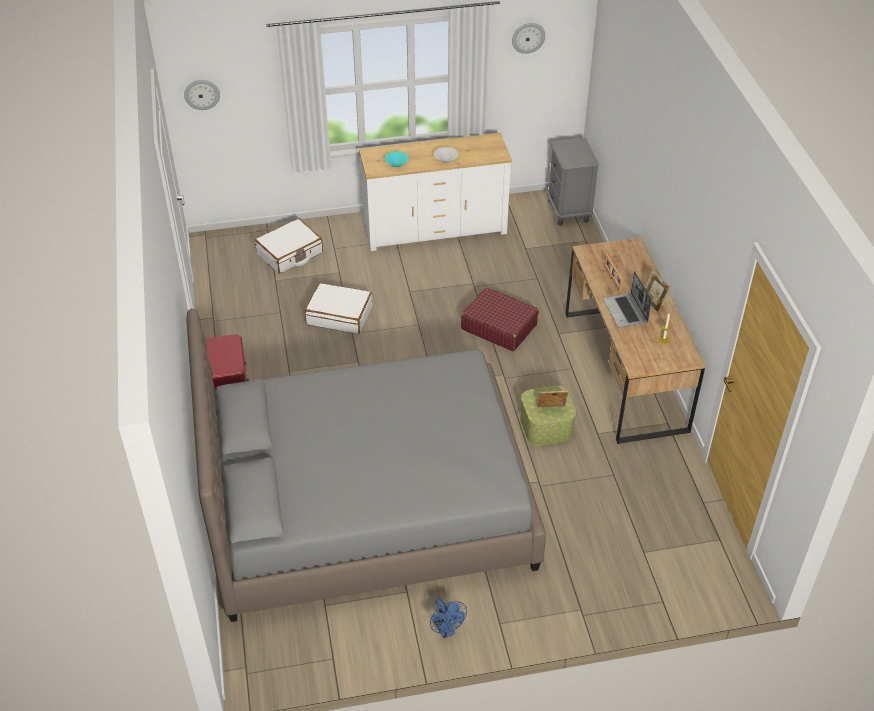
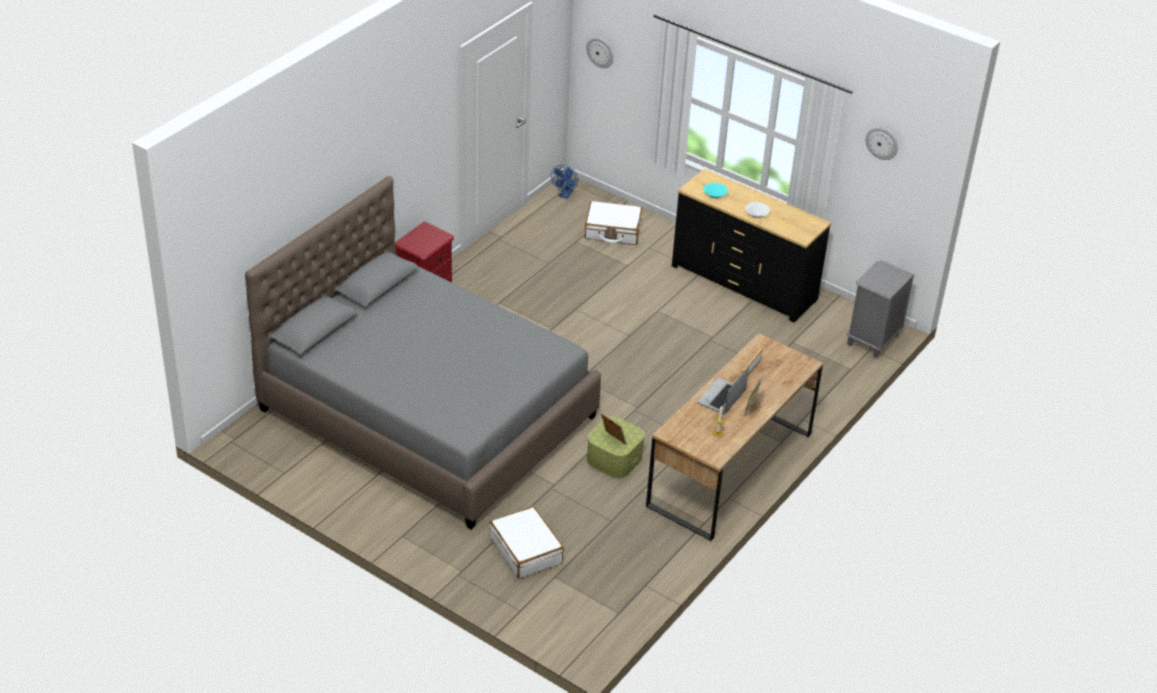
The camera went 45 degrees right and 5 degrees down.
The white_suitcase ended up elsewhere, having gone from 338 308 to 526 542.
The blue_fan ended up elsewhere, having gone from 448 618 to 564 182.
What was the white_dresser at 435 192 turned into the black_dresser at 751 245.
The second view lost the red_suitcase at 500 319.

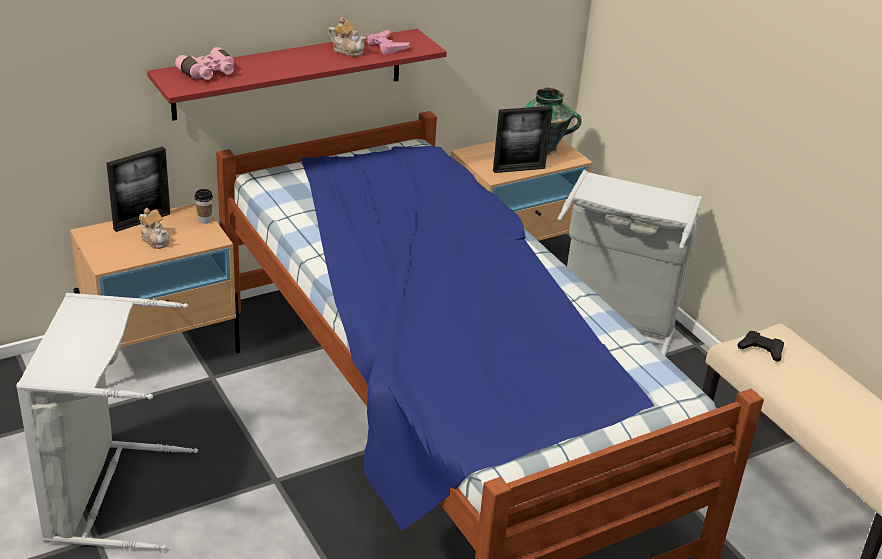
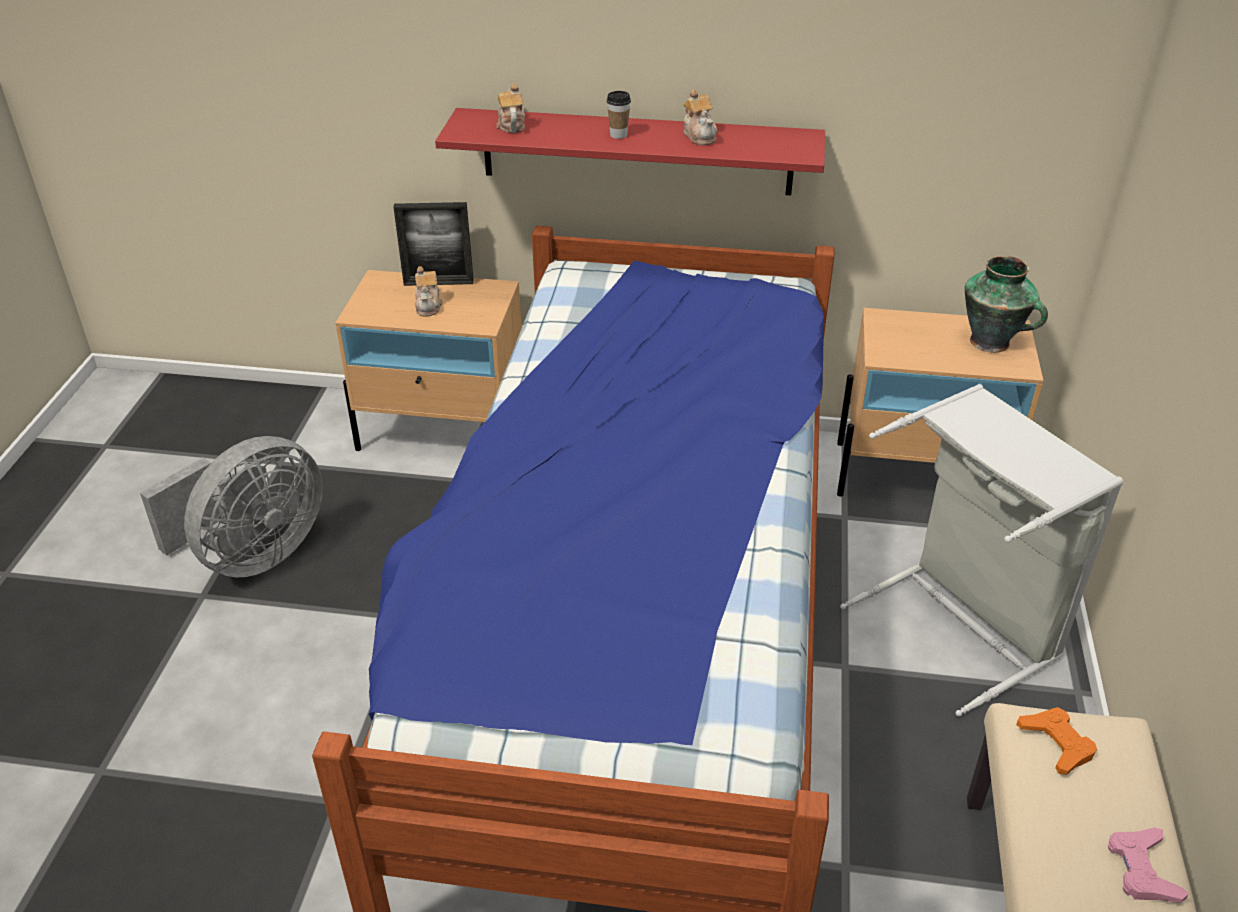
The camera went 40 degrees right and 5 degrees up.
Where the grey_laundry_basket stood at 107 421, the grey_fan came to stand at 231 506.
Where the pink_binoculars stood at 204 63, the teapot came to stand at 510 108.
The cup ended up elsewhere, having gone from 203 206 to 619 115.
What was the black_game_controller at 760 346 turned into the orange_game_controller at 1056 741.
The pink_game_controller ended up elsewhere, having gone from 388 42 to 1148 865.
The second view lost the picture_frame at 523 139.

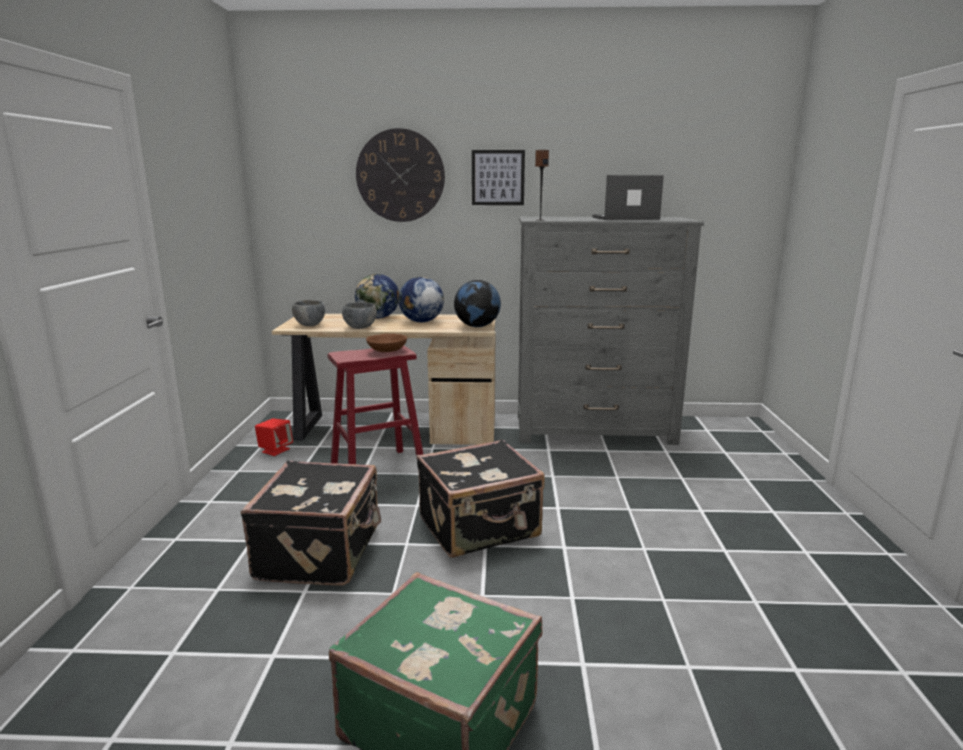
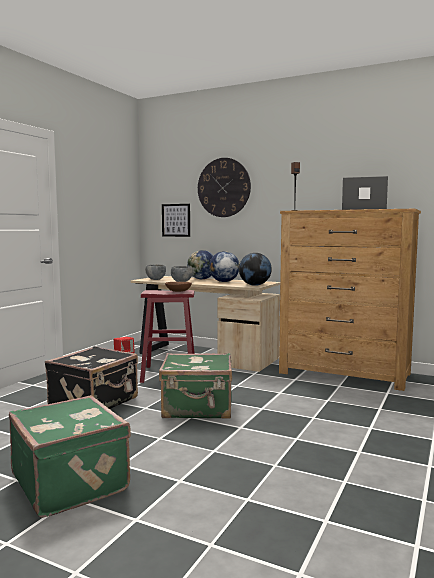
The camera went 25 degrees right and 10 degrees down.
What was the black_suitcase at 481 498 turned into the green_suitcase at 195 386.
The picture ended up elsewhere, having gone from 498 177 to 176 220.
What was the grey_dresser at 611 331 turned into the brown_dresser at 350 300.

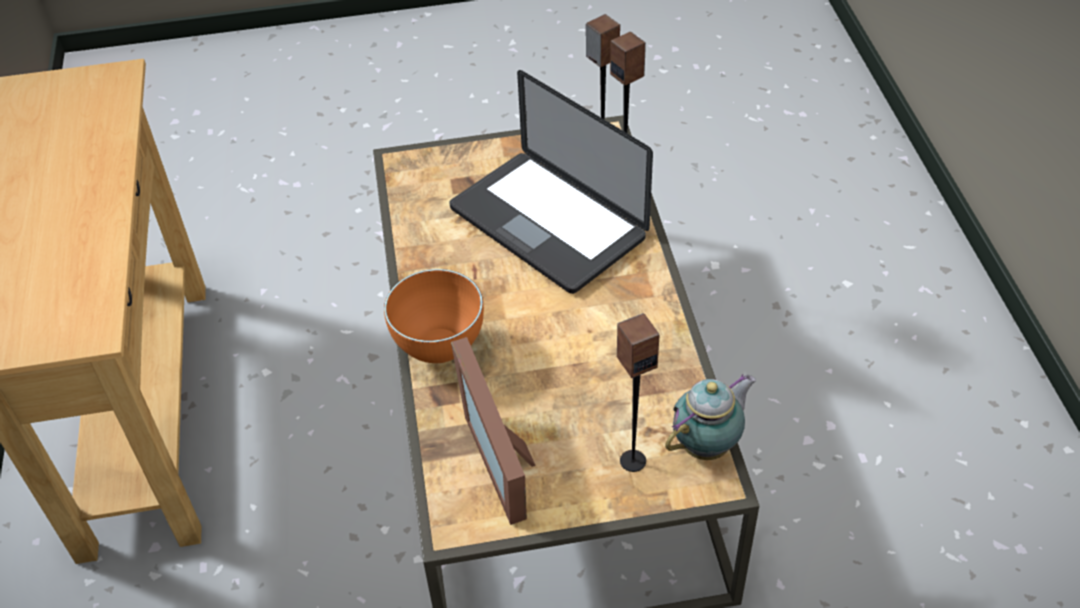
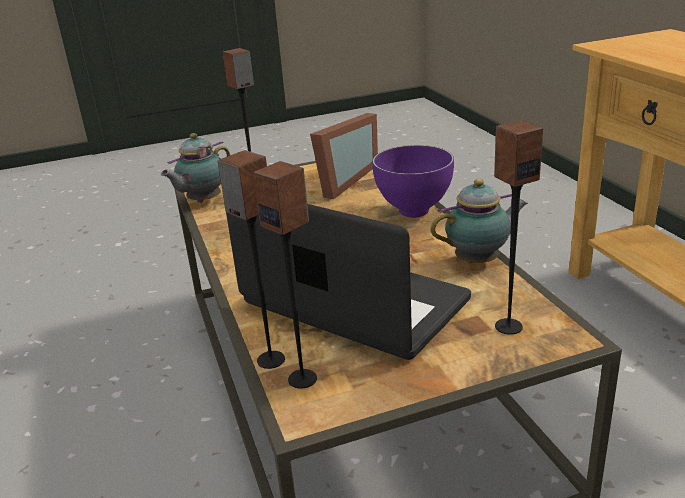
The camera went 170 degrees right and 20 degrees down.
The picture_frame at 493 431 ended up facing another way, 60 degrees clockwise from before.
What was the orange_bowl at 434 316 turned into the purple_bowl at 413 181.
The second view gained the teapot at 479 221.
The second view gained the speaker at 518 227.

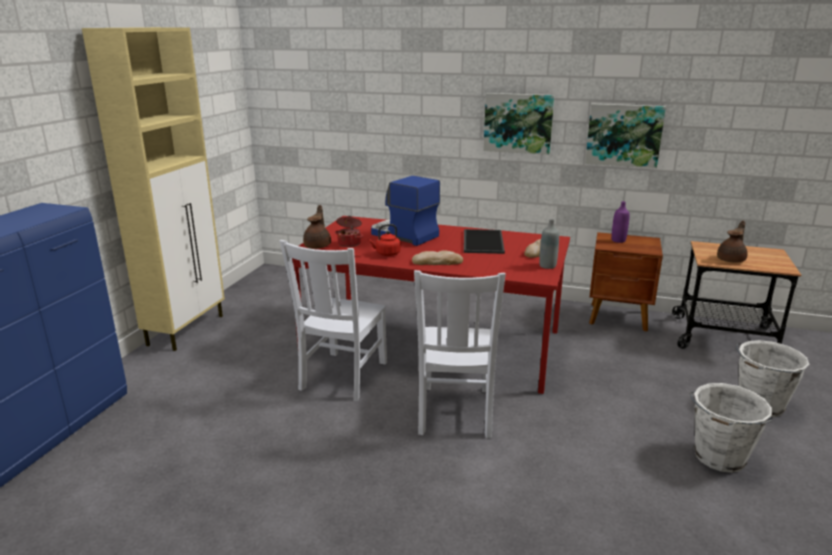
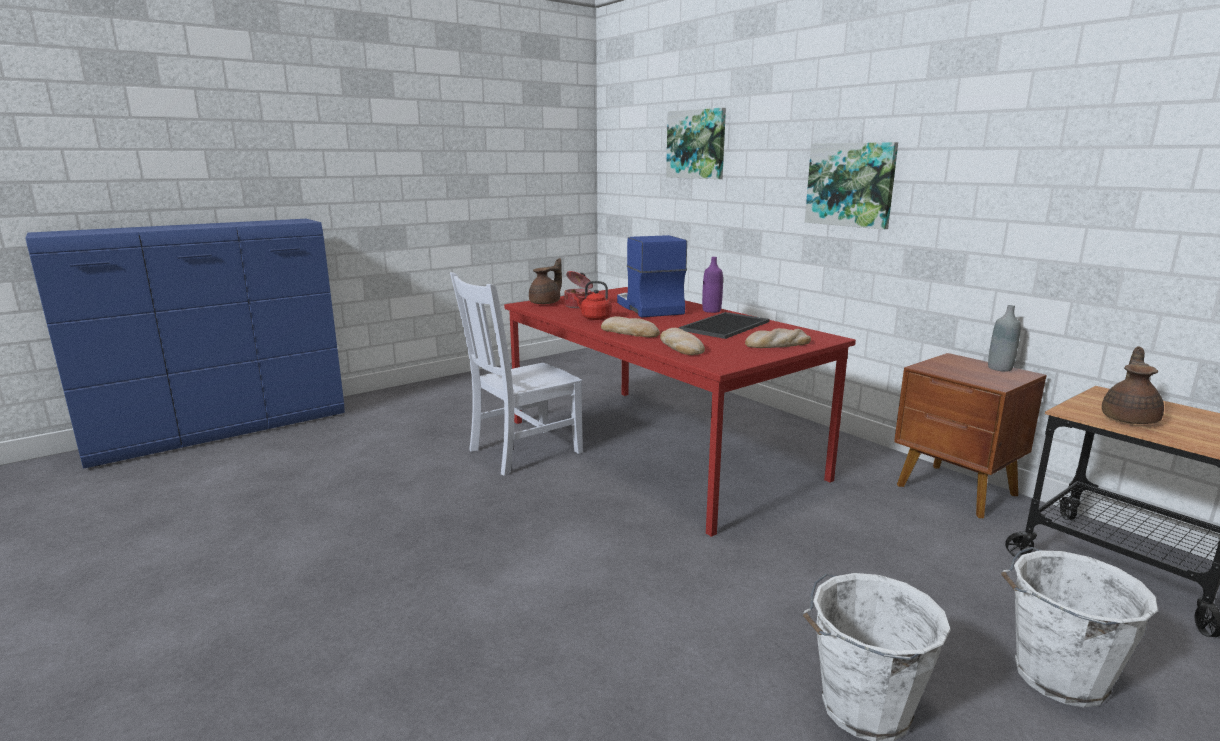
The camera went 35 degrees right and 5 degrees down.
The second view gained the bread at 682 341.
The picture ended up elsewhere, having gone from 625 136 to 696 143.
The purple_bottle ended up elsewhere, having gone from 620 222 to 712 285.
The grey_bottle ended up elsewhere, having gone from 549 244 to 1004 338.
The brown_teapot at 732 241 ended up facing another way, 45 degrees counterclockwise from before.
The second view lost the beige_cabinet at 153 189.
The second view lost the white_chair at 460 354.

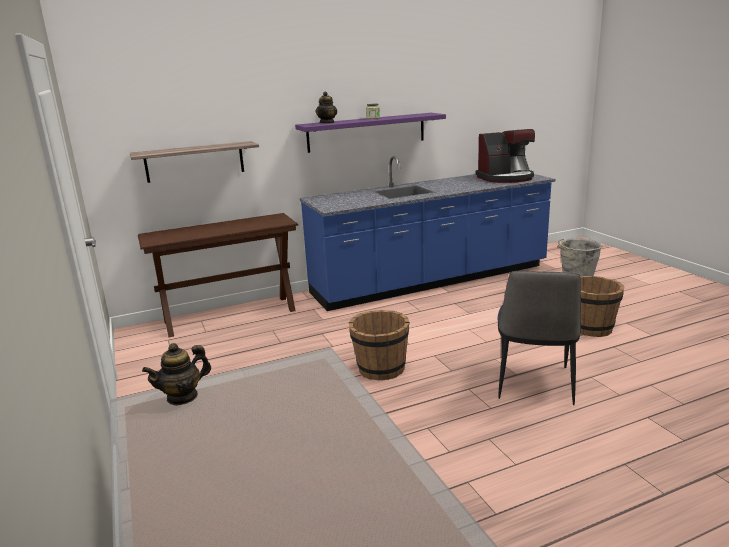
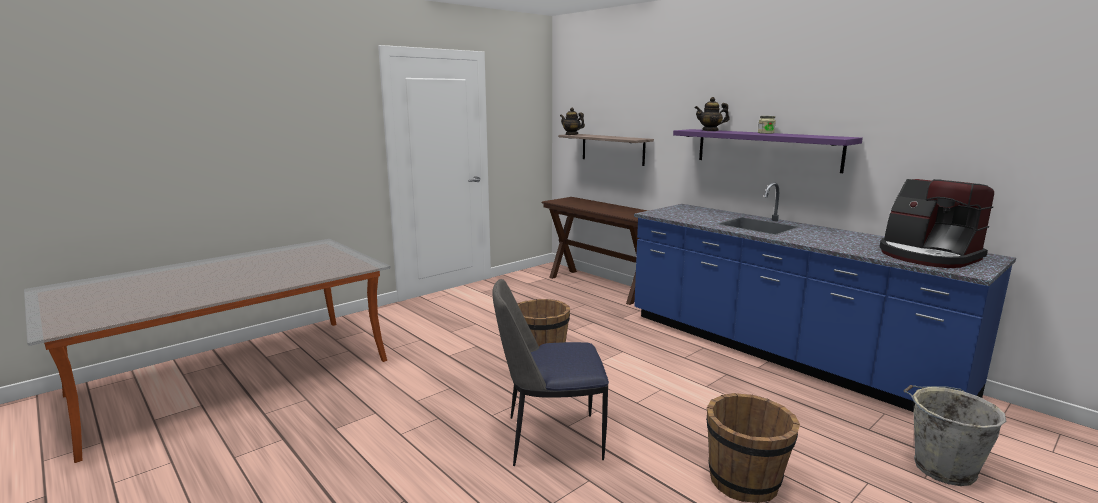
The camera went 70 degrees right and 5 degrees down.
The teapot ended up elsewhere, having gone from 176 374 to 572 121.

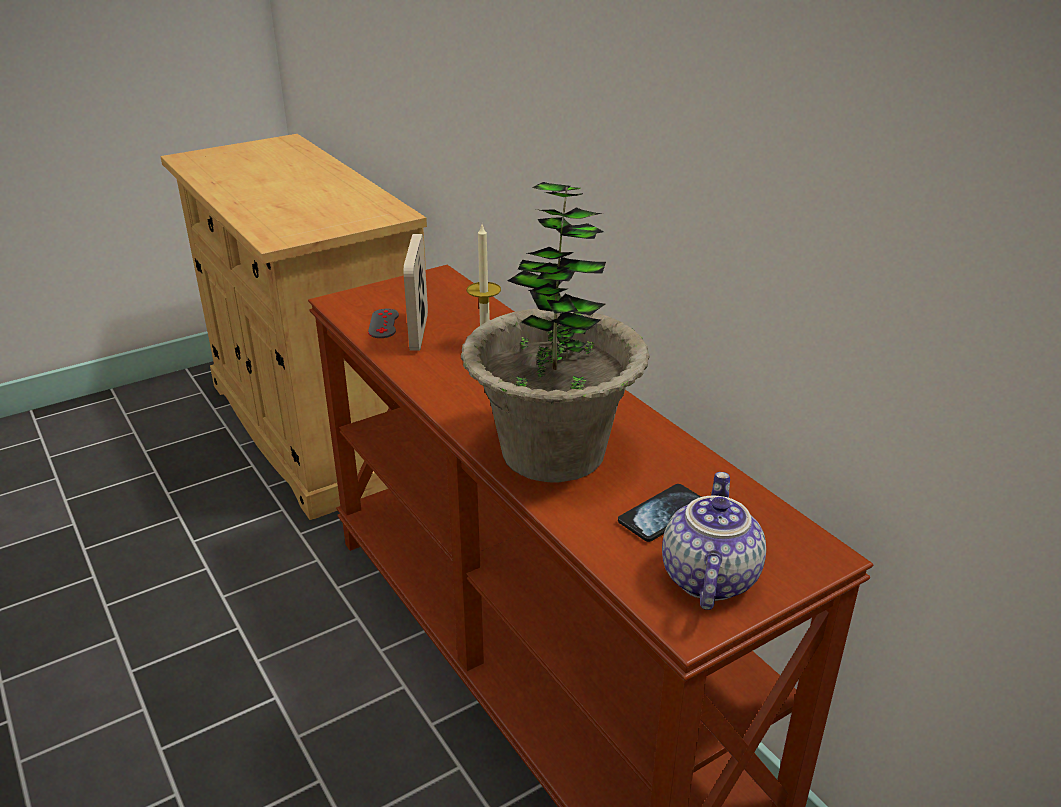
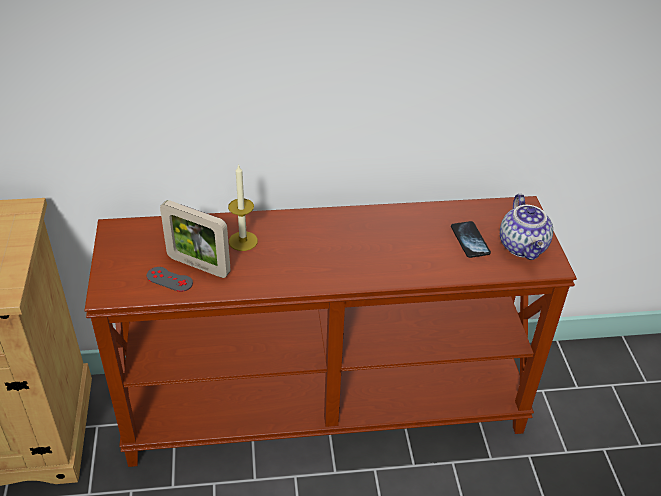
The camera went 65 degrees left and 10 degrees up.
The teapot at 714 541 ended up facing another way, 135 degrees counterclockwise from before.
The second view lost the potted_plant at 555 332.

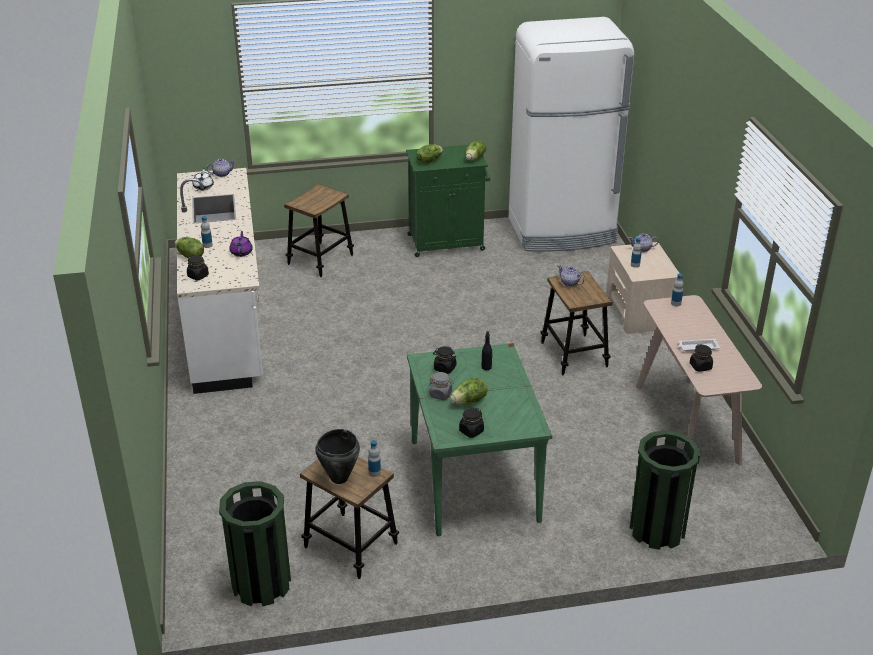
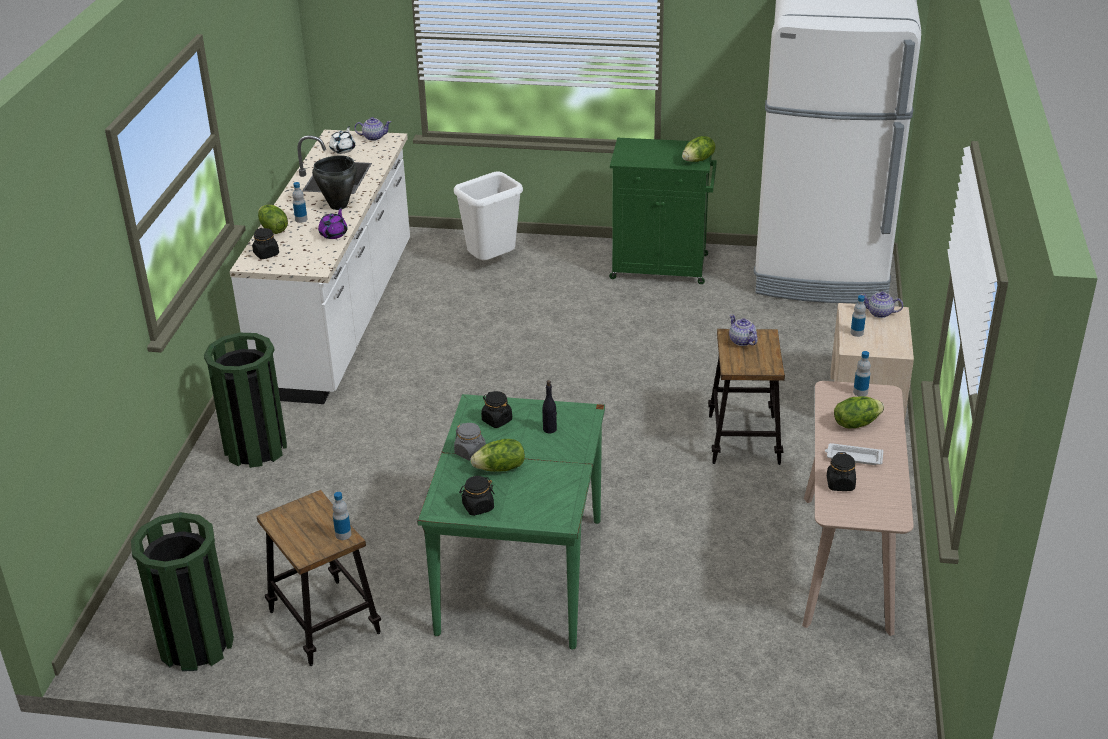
The camera went 20 degrees right and 0 degrees up.
The green_trash_can ended up elsewhere, having gone from 665 490 to 245 400.
The black_cooking_pot ended up elsewhere, having gone from 337 456 to 334 182.
Where the stool stood at 319 230, the white_trash_can came to stand at 488 215.
The lettuce ended up elsewhere, having gone from 429 153 to 859 412.

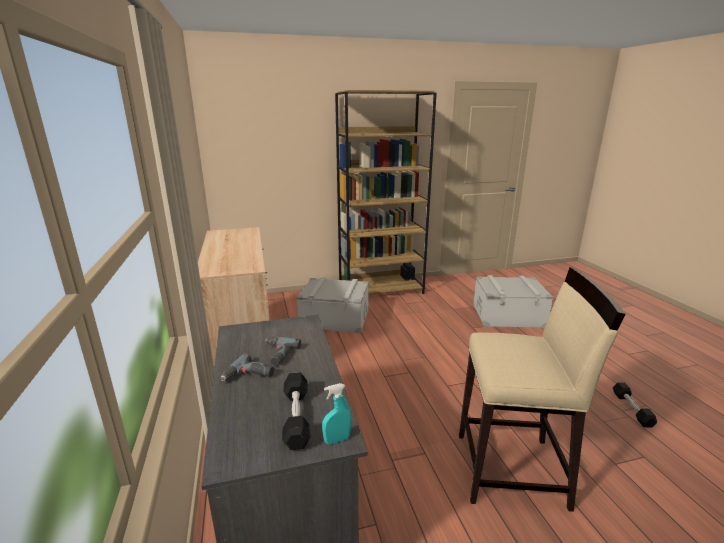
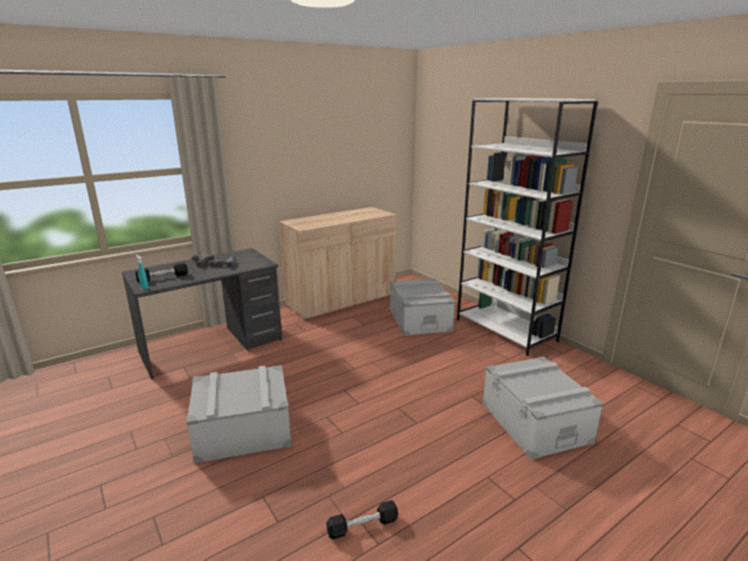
The camera went 70 degrees right and 0 degrees up.
Where the beige_stool stood at 542 389, the grey_storage_box came to stand at 239 414.
What was the brown_bookcase at 386 192 turned into the white_bookcase at 527 227.

